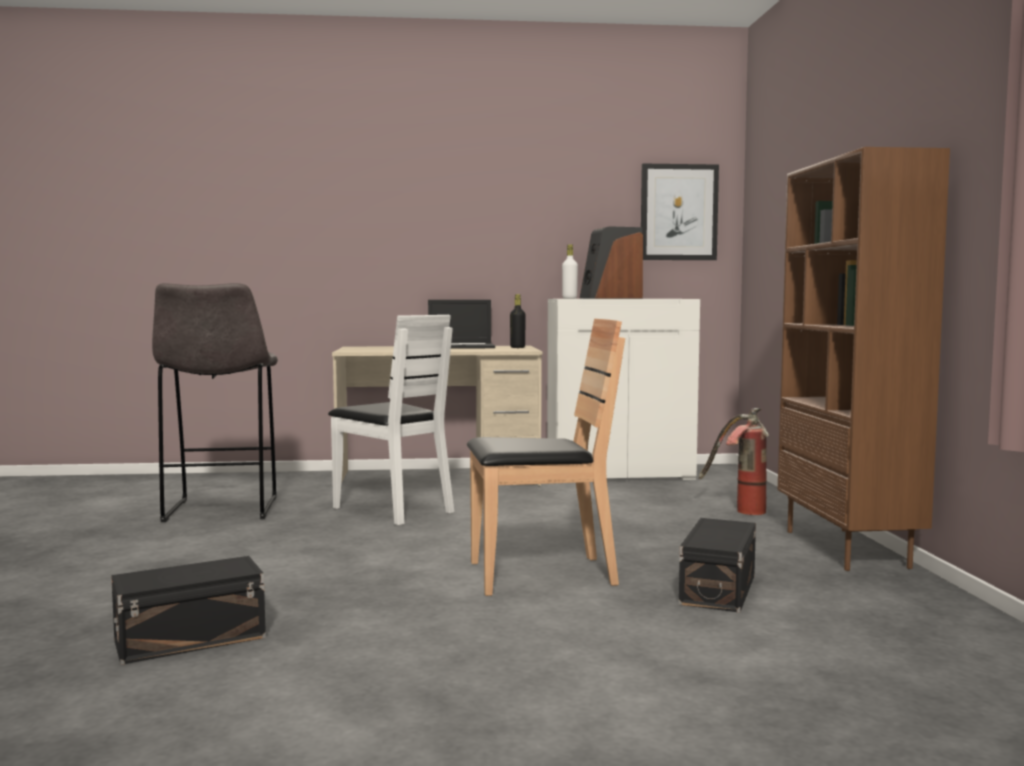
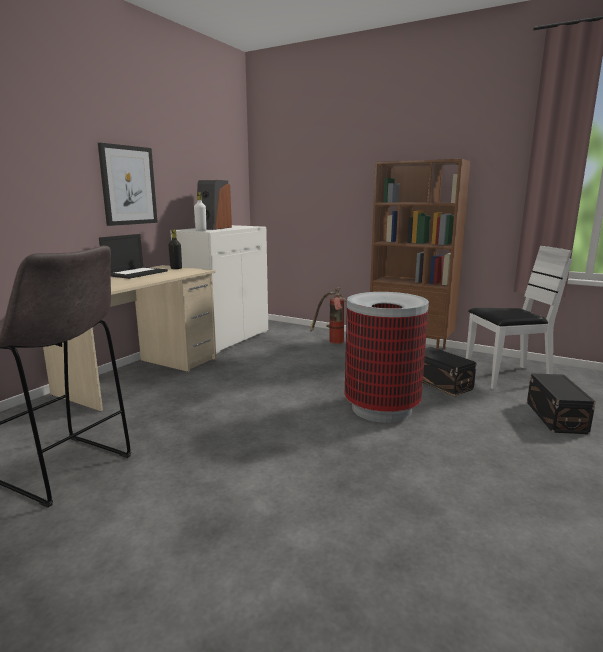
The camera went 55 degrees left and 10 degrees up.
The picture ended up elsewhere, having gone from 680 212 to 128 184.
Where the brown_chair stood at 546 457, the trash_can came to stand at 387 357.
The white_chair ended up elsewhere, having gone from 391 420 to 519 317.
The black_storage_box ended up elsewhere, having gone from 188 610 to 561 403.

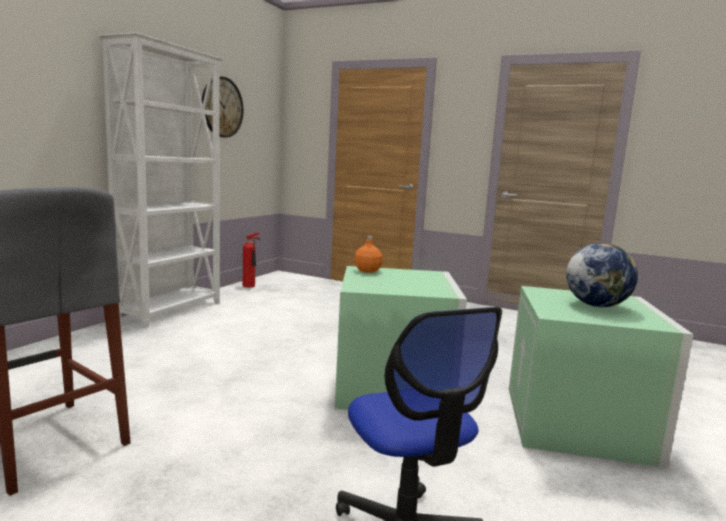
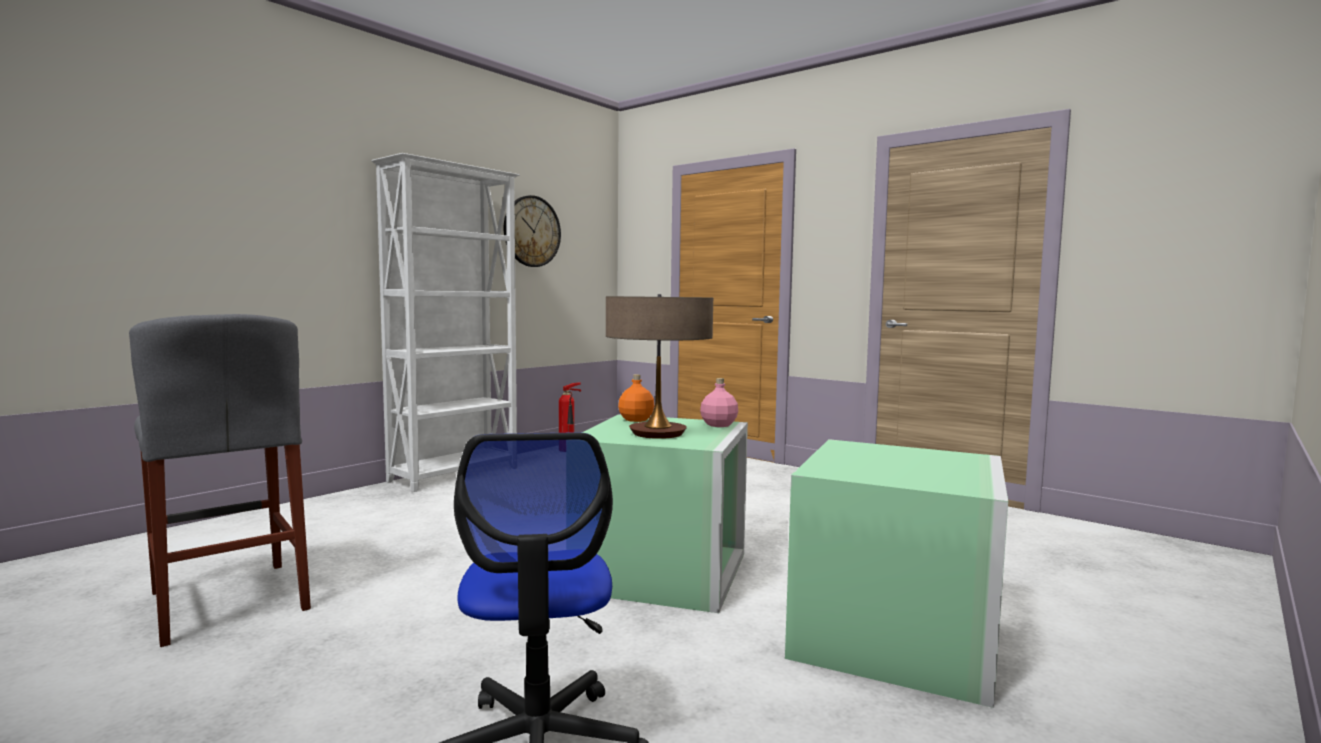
The camera went 15 degrees right and 5 degrees down.
The second view gained the table_lamp at 659 366.
The second view gained the pink_bottle at 719 402.
The second view lost the globe at 602 275.

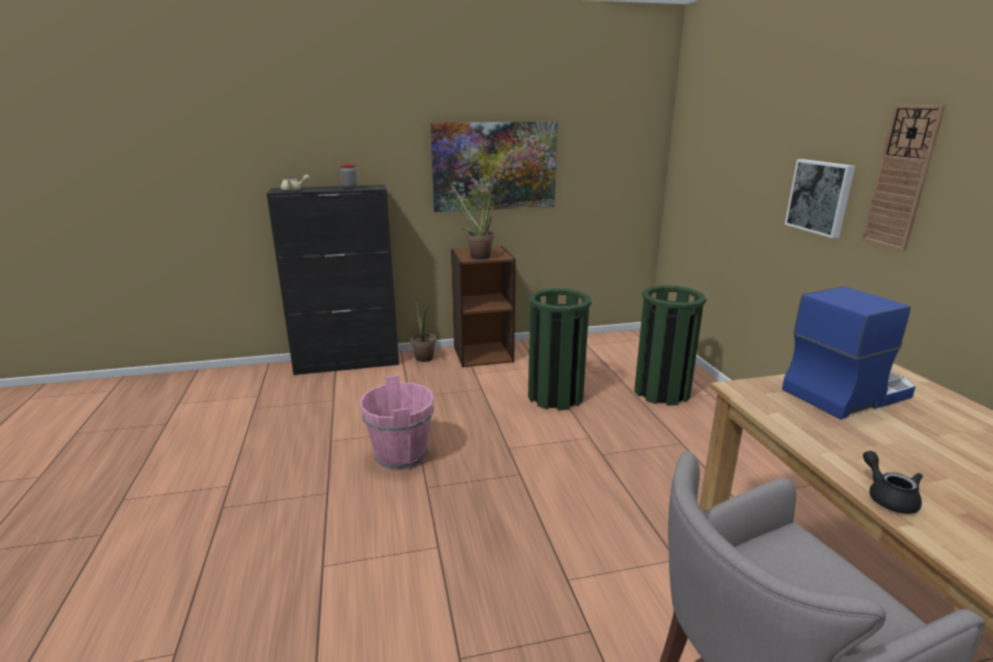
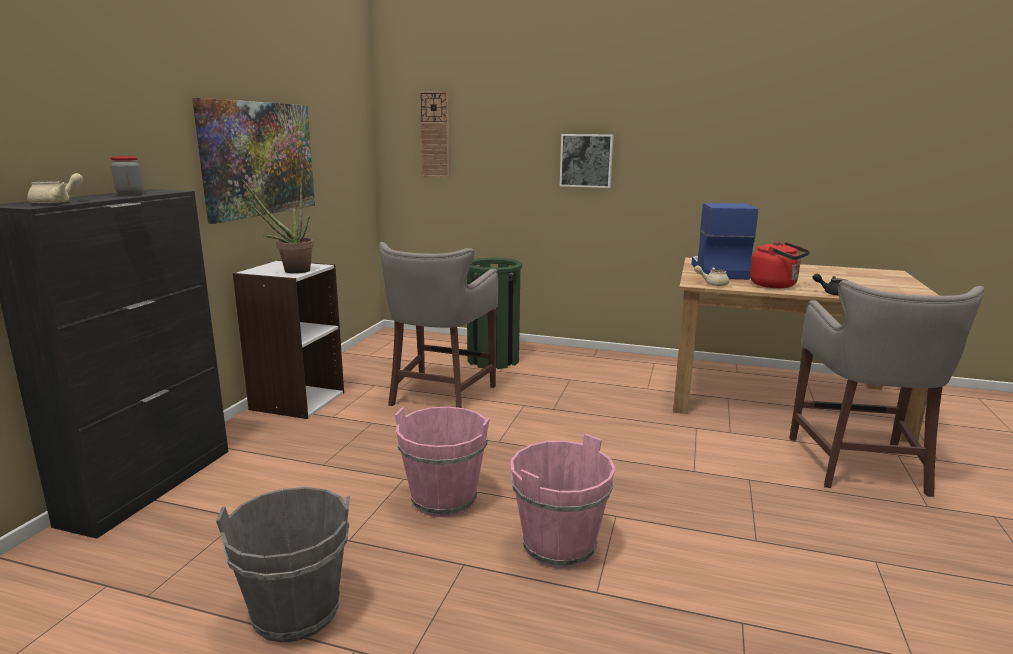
The camera went 60 degrees left and 5 degrees down.
The second view gained the grey_bucket at 283 565.
What was the brown_bookcase at 483 307 turned into the white_bookcase at 288 339.
Where the green_trash_can stood at 559 349, the grey_stool came to stand at 438 325.
The wall_clock ended up elsewhere, having gone from 904 178 to 434 134.
The second view gained the pink_bucket at 562 501.
The second view gained the beige_teapot at 711 275.
The second view gained the red_kettle at 780 264.
The second view lost the potted_plant at 423 329.

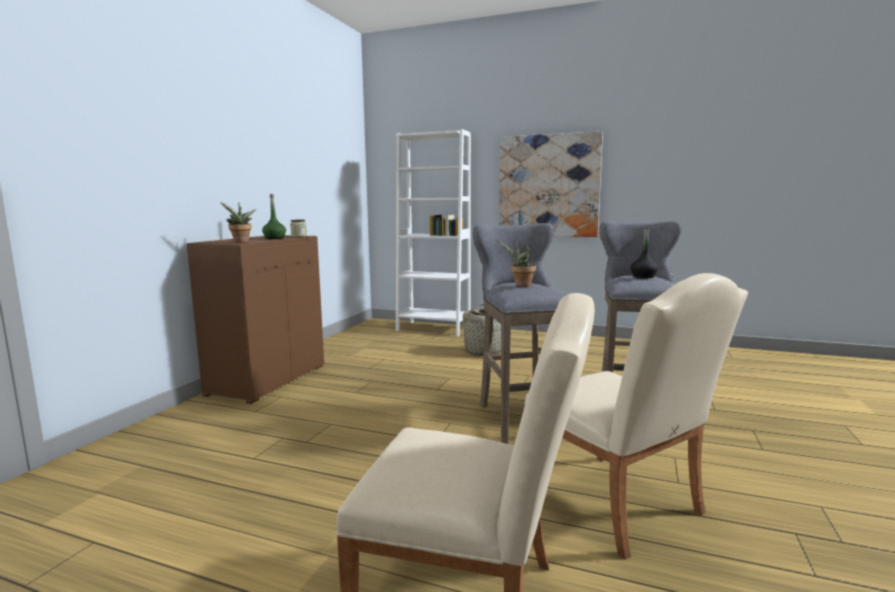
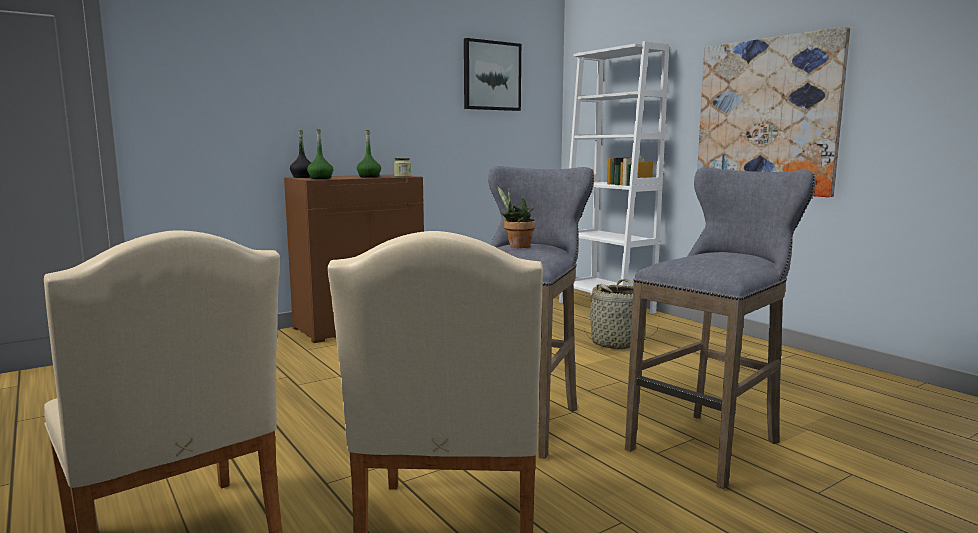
The camera went 35 degrees right and 0 degrees up.
The black_bottle ended up elsewhere, having gone from 644 252 to 300 154.
Where the potted_plant stood at 238 222, the green_bottle came to stand at 320 154.
The second view gained the picture at 492 74.

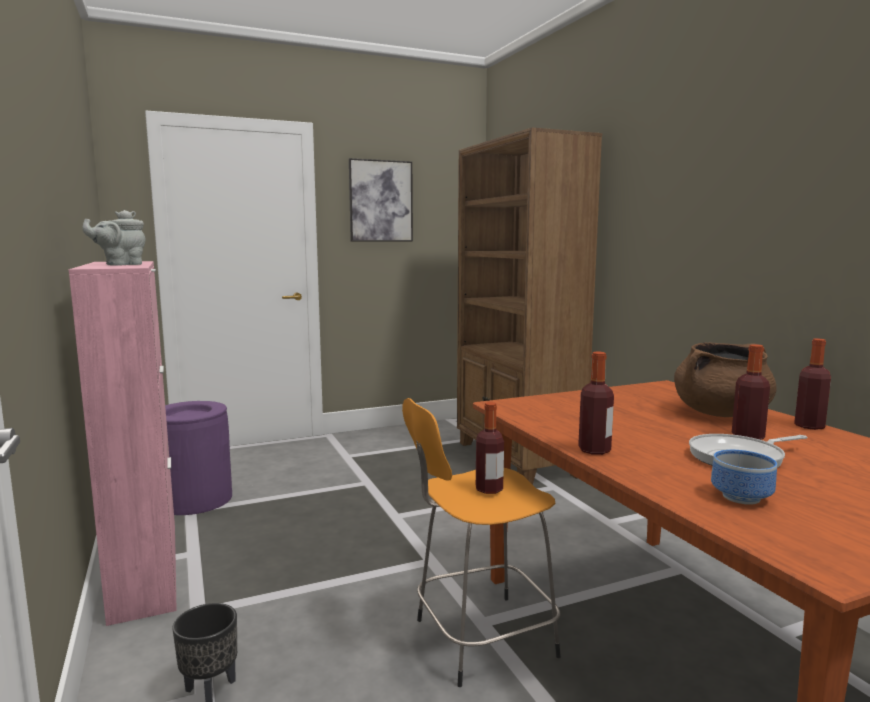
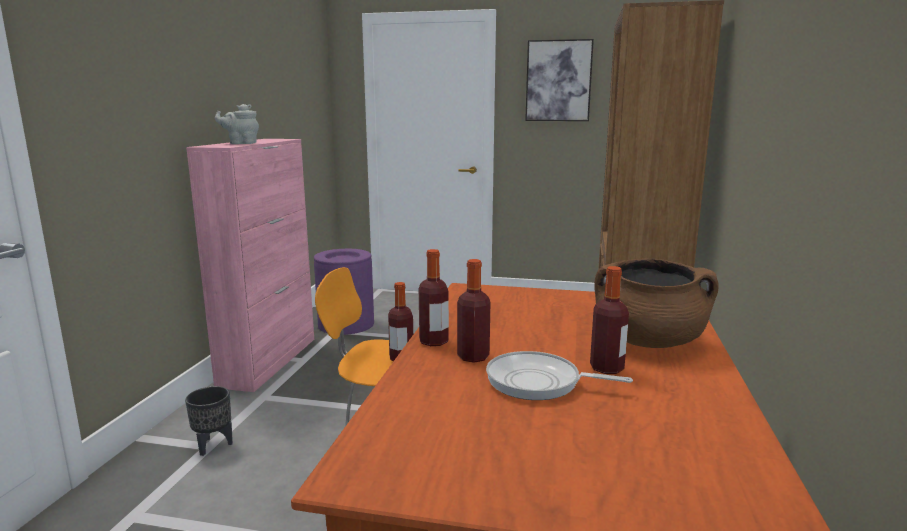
The camera went 35 degrees right and 5 degrees up.
The bottle ended up elsewhere, having gone from 812 384 to 473 311.
The second view lost the bowl at 744 477.

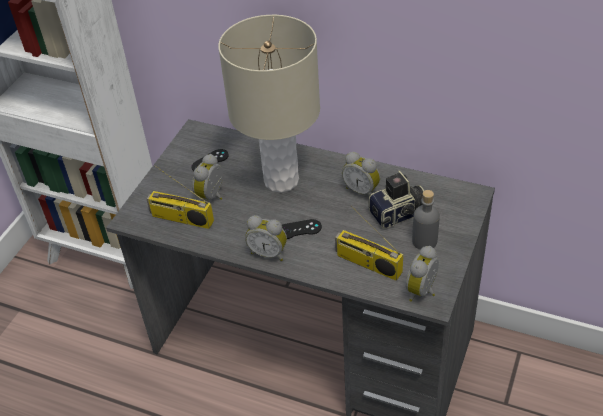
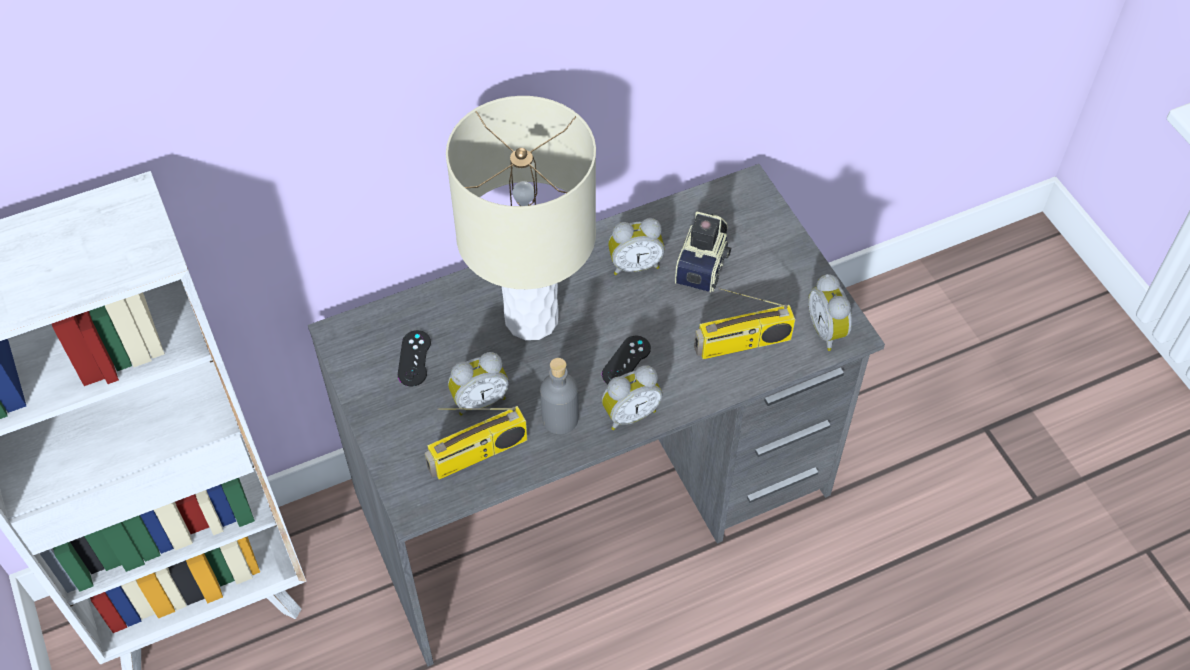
The camera went 50 degrees left and 10 degrees up.
The alarm_clock at 207 177 ended up facing another way, 90 degrees counterclockwise from before.
The grey_bottle ended up elsewhere, having gone from 426 220 to 559 396.

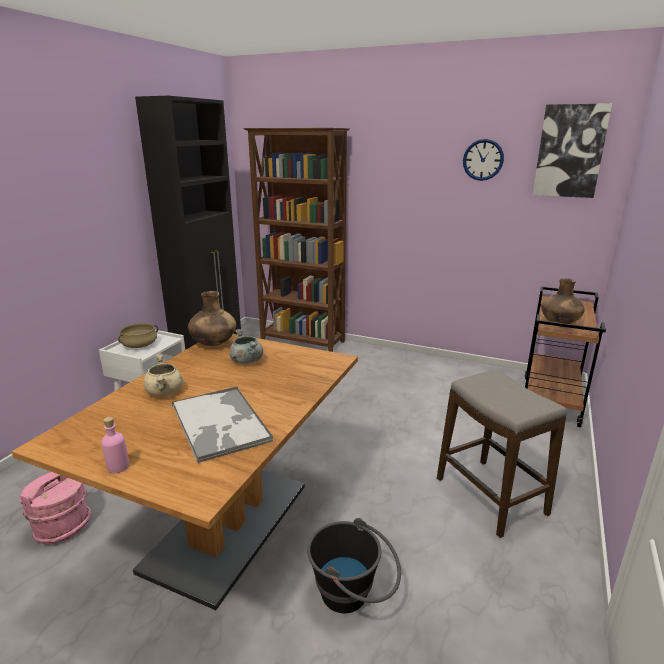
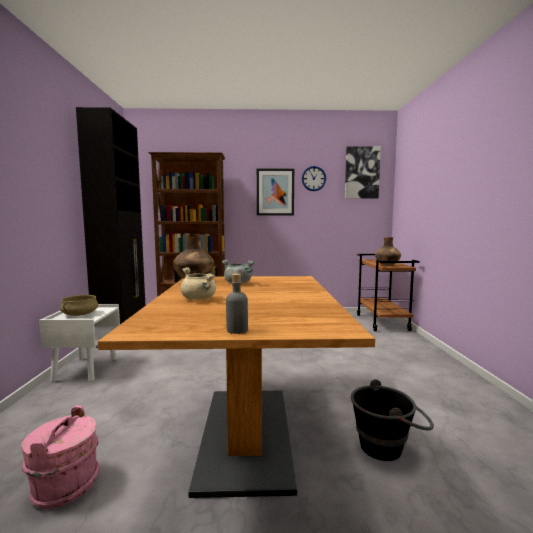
The camera went 25 degrees left and 15 degrees down.
What was the pink_bottle at 115 445 turned into the grey_bottle at 237 303.
The second view gained the picture at 275 191.
The second view lost the tray at 222 424.
The second view lost the stool at 502 454.

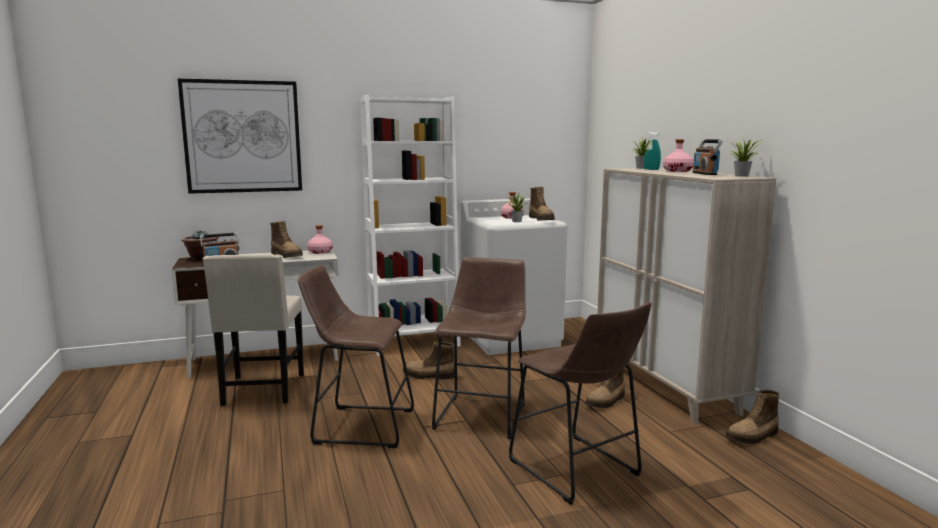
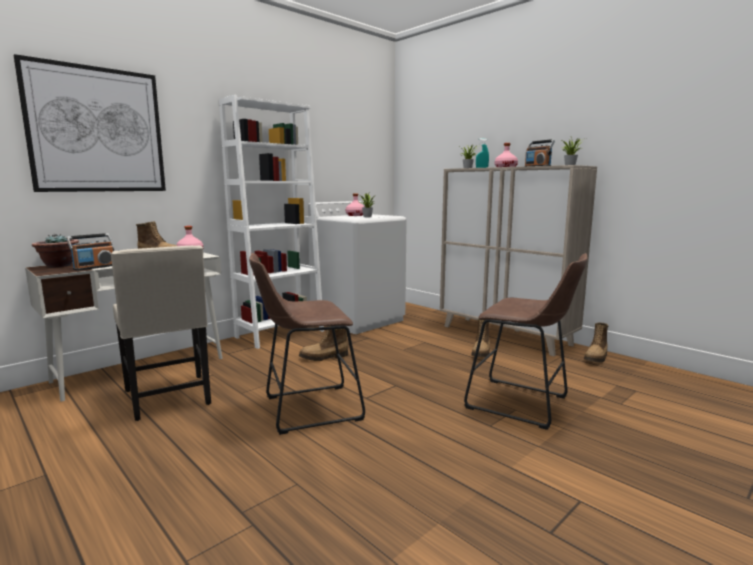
The camera went 25 degrees left and 0 degrees up.
The second view lost the brown_stool at 479 348.
The second view lost the boot at 542 204.

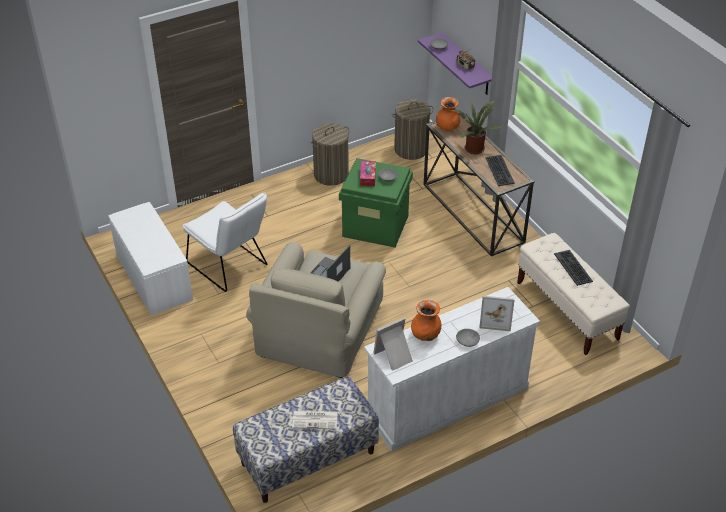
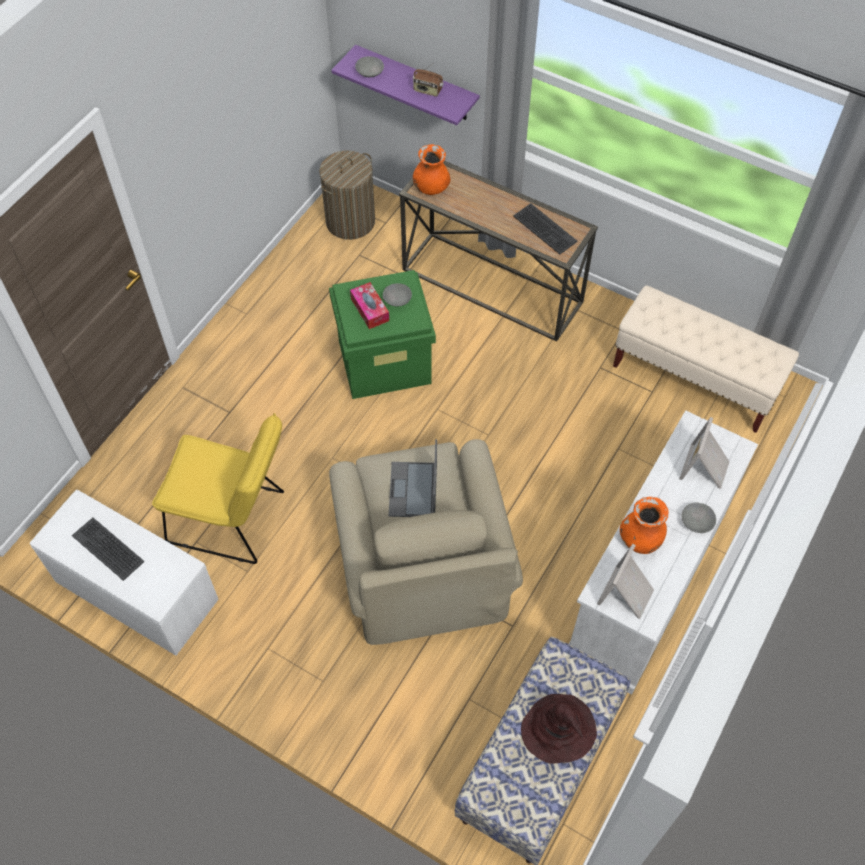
The camera went 30 degrees left and 15 degrees up.
The keyboard ended up elsewhere, having gone from 573 268 to 108 549.
What was the white_chair at 225 242 turned into the yellow_chair at 218 488.
Where the newspaper stood at 315 420, the brown_hat came to stand at 559 728.
The picture_frame at 497 313 ended up facing another way, 135 degrees clockwise from before.
The second view lost the laundry_basket at 330 154.
The second view lost the potted_plant at 476 127.

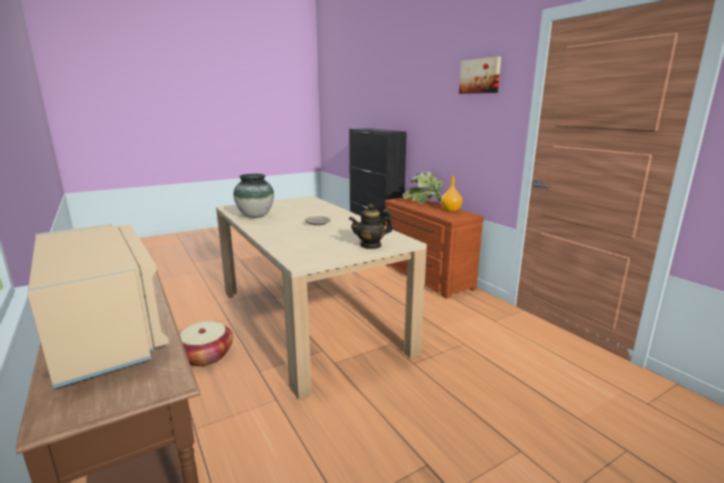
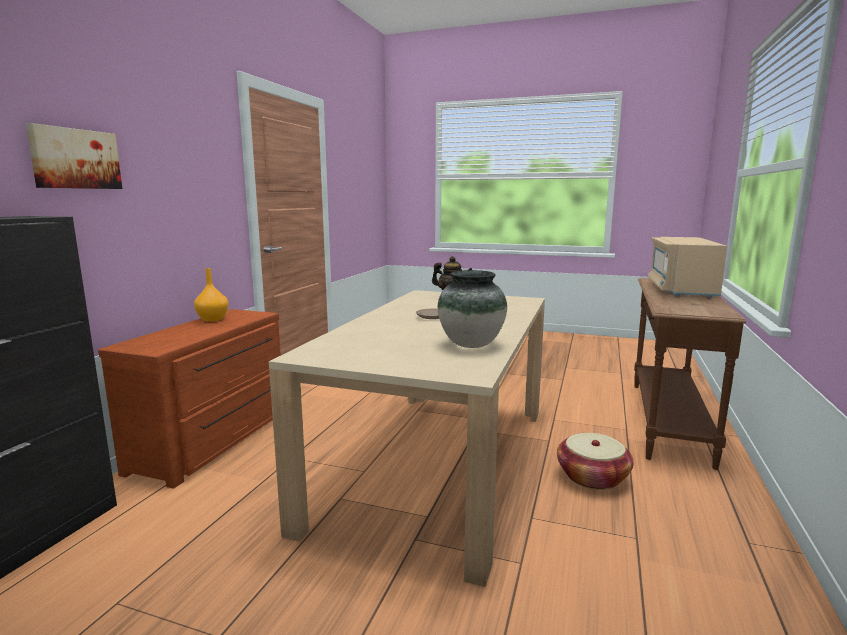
The camera went 130 degrees left and 5 degrees down.
The picture ended up elsewhere, having gone from 480 75 to 74 156.
The second view lost the potted_plant at 423 187.

